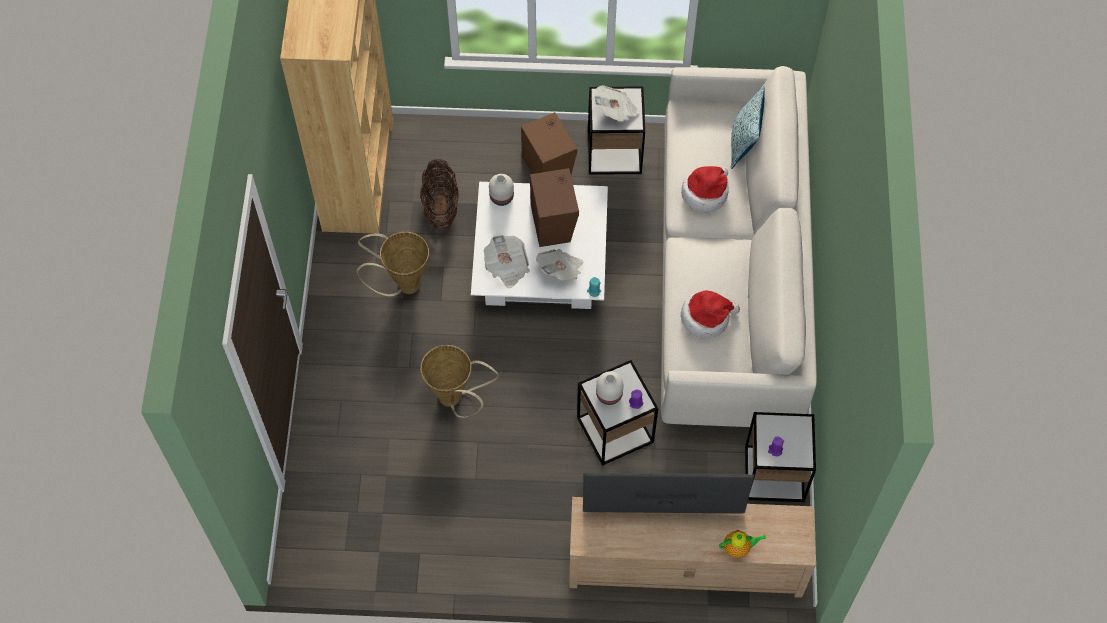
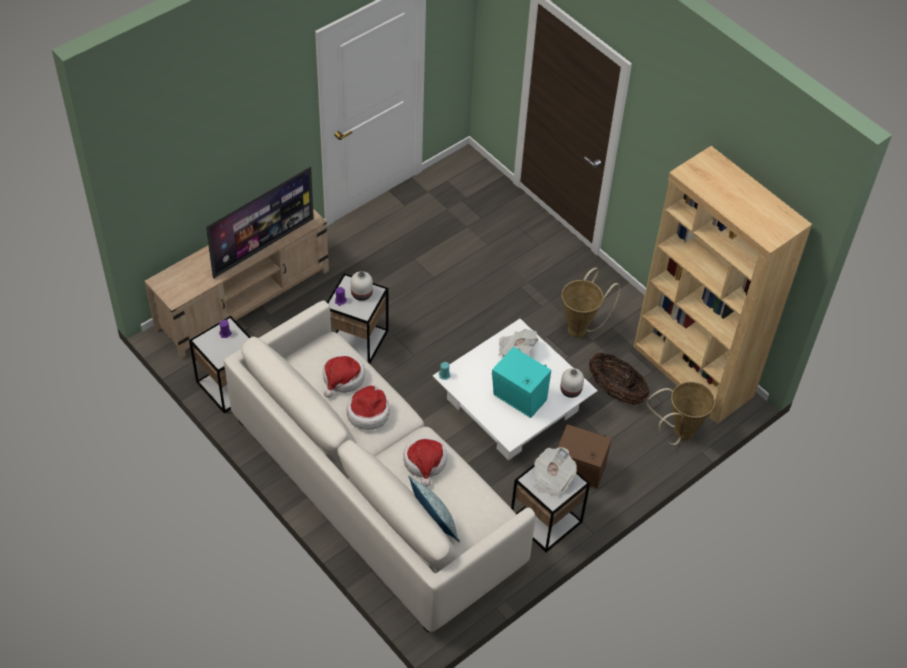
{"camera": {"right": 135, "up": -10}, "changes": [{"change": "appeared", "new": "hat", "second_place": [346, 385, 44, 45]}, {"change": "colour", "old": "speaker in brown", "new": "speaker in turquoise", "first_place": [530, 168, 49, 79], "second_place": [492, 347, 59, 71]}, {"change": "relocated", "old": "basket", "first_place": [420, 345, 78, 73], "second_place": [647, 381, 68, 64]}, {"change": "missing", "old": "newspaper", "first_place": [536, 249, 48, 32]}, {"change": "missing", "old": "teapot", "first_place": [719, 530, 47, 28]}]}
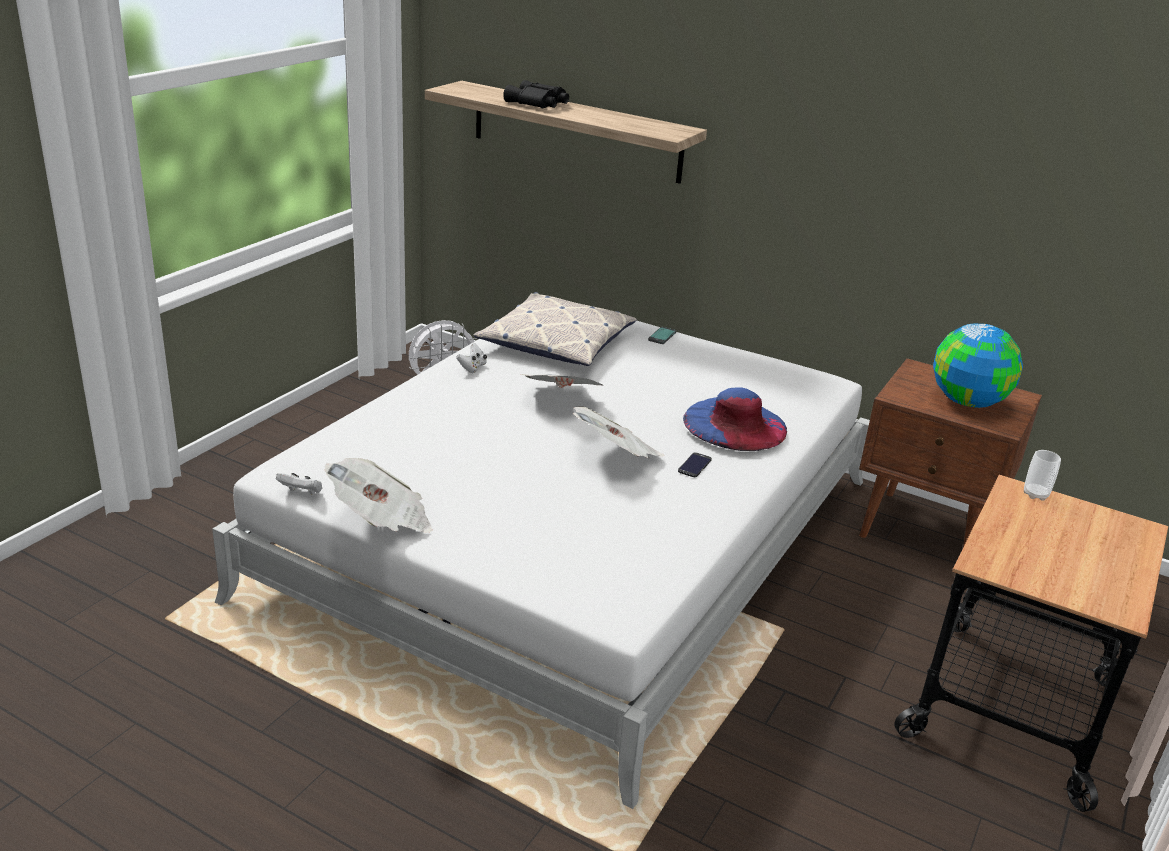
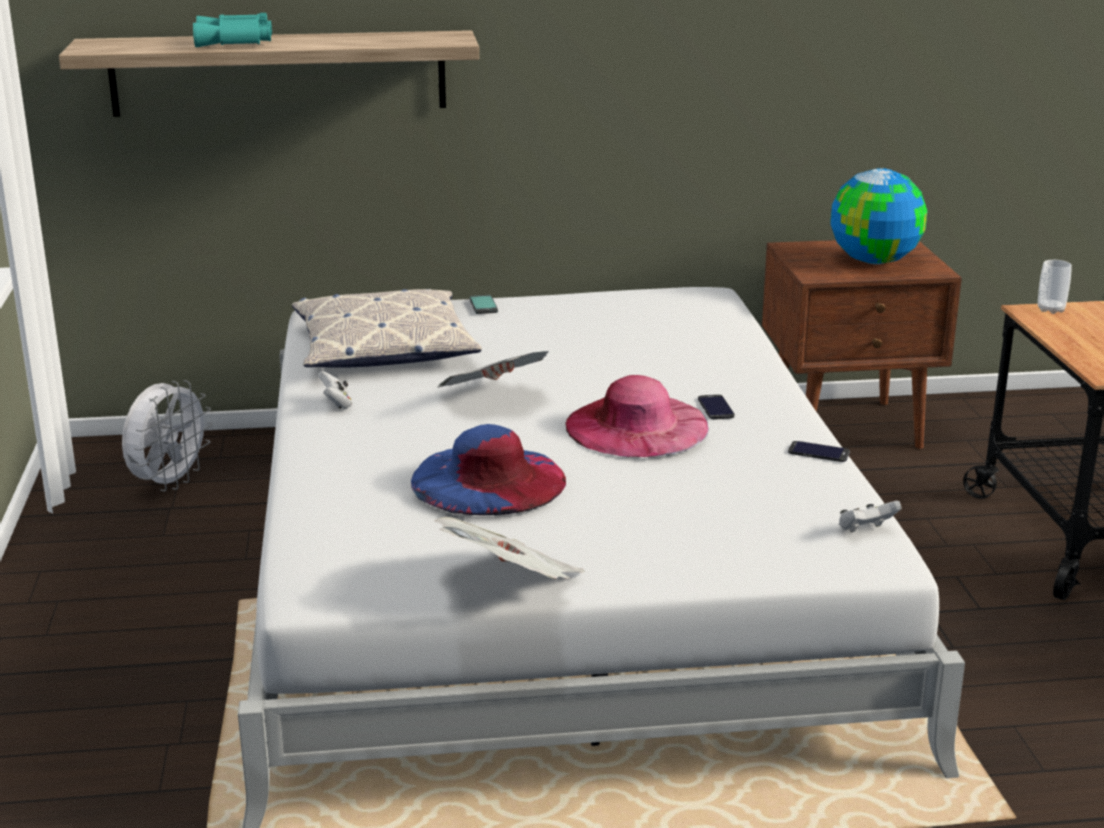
{"camera": {"right": -35, "up": -5}, "changes": [{"change": "colour", "old": "binoculars in black", "new": "binoculars in turquoise", "first_place": [503, 80, 66, 28], "second_place": [193, 13, 79, 34]}, {"change": "relocated", "old": "hat in blue", "first_place": [683, 387, 104, 64], "second_place": [411, 424, 155, 91]}, {"change": "exchanged", "old": "newspaper", "new": "hat in pink", "first_place": [572, 406, 92, 52], "second_place": [566, 375, 143, 82]}, {"change": "appeared", "new": "phone", "second_place": [788, 441, 62, 21]}, {"change": "relocated", "old": "game controller in white", "first_place": [276, 473, 46, 22], "second_place": [839, 501, 62, 31]}]}
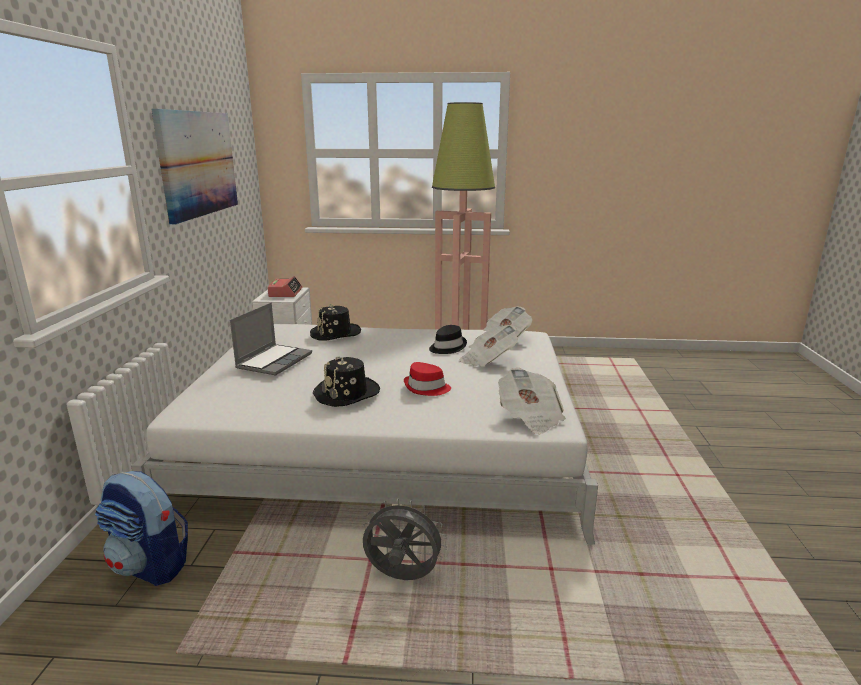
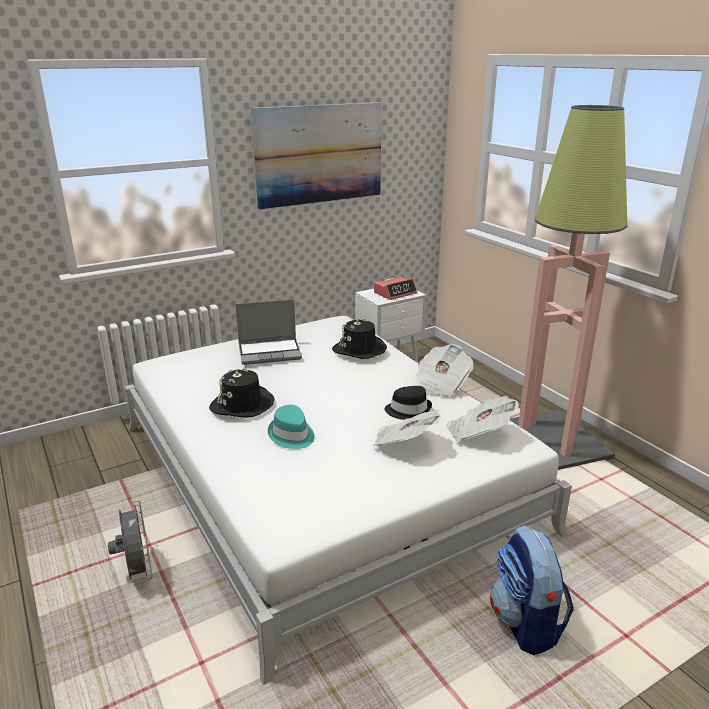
{"camera": {"right": 55, "up": 5}, "changes": [{"change": "colour", "old": "hat in red", "new": "hat in turquoise", "first_place": [404, 362, 47, 34], "second_place": [268, 405, 47, 44]}, {"change": "relocated", "old": "newspaper", "first_place": [498, 368, 68, 67], "second_place": [416, 344, 58, 52]}, {"change": "relocated", "old": "backpack", "first_place": [95, 471, 93, 115], "second_place": [490, 525, 84, 130]}]}
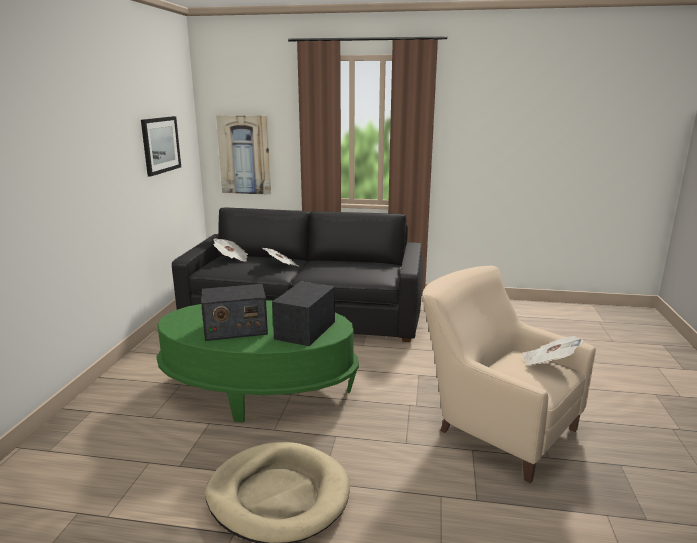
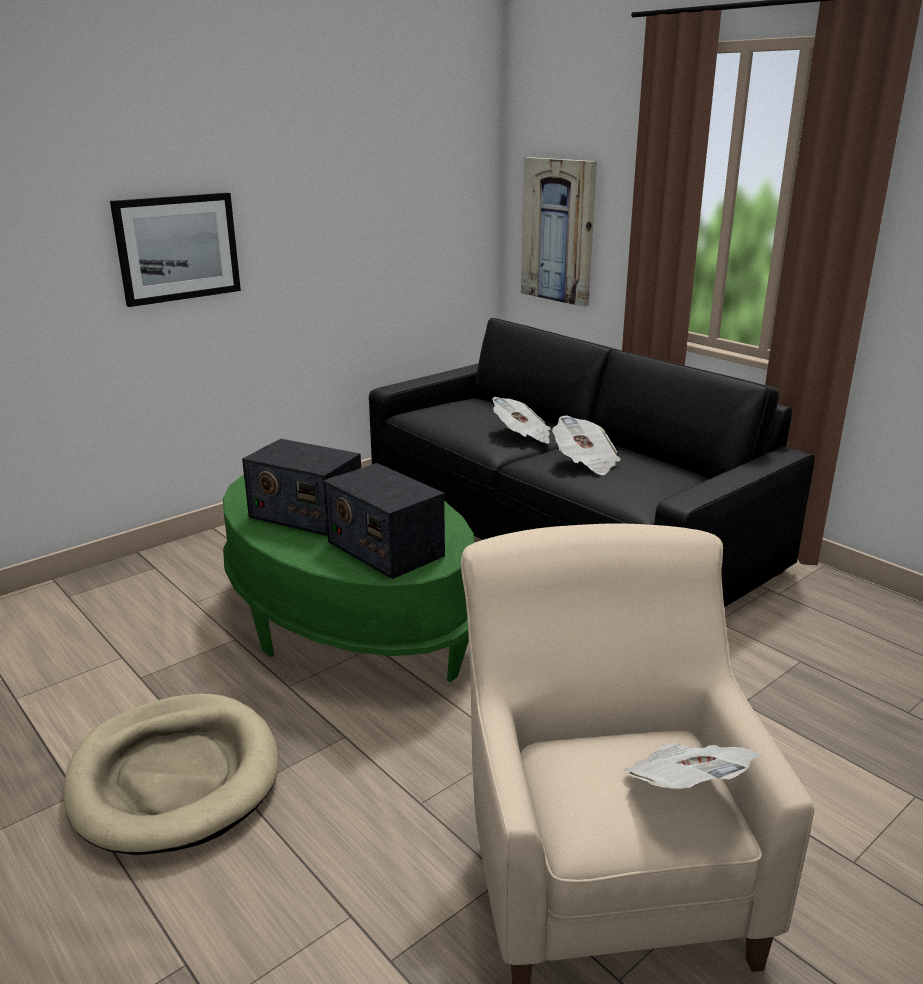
{"camera": {"right": 40, "up": 5}, "changes": [{"change": "relocated", "old": "picture", "first_place": [141, 116, 40, 60], "second_place": [110, 193, 131, 114]}, {"change": "spun", "old": "radio", "first_place": [272, 281, 63, 65], "second_place": [324, 463, 121, 116], "degrees": -105}, {"change": "relocated", "old": "newspaper", "first_place": [213, 239, 35, 23], "second_place": [552, 416, 69, 59]}]}
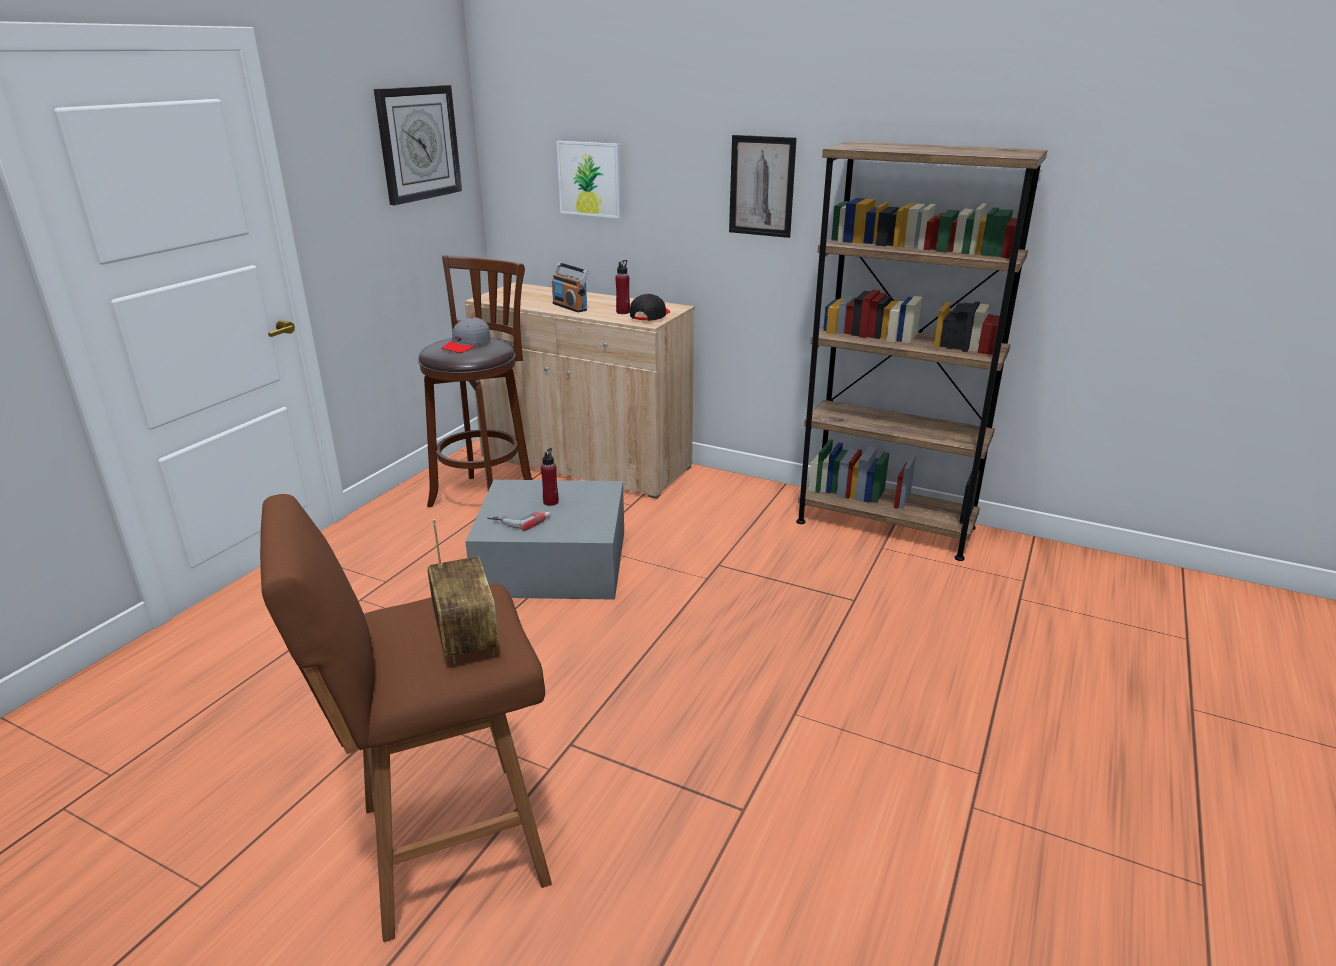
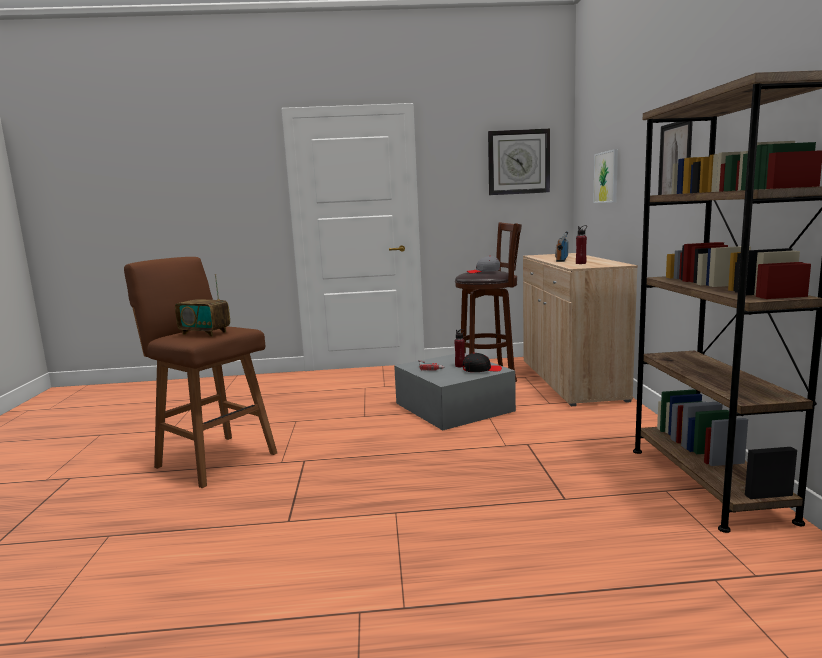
{"camera": {"right": 60, "up": -15}, "changes": [{"change": "spun", "old": "radio", "first_place": [427, 519, 72, 145], "second_place": [175, 274, 55, 63], "degrees": 75}, {"change": "relocated", "old": "cap in black", "first_place": [630, 294, 40, 27], "second_place": [463, 353, 39, 19]}]}
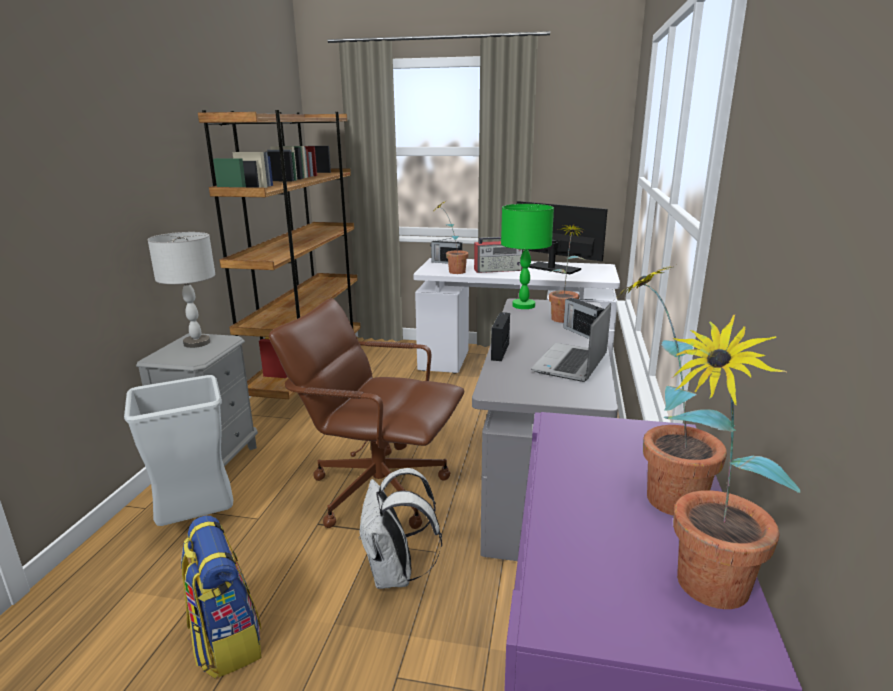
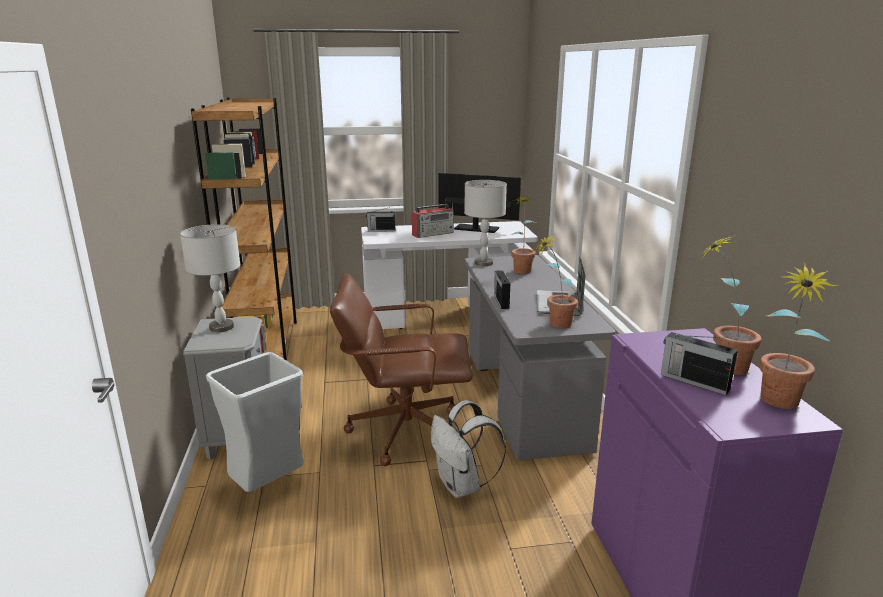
{"camera": {"right": -20, "up": 0}, "changes": [{"change": "colour", "old": "table lamp in green", "new": "table lamp in grey", "first_place": [501, 204, 53, 105], "second_place": [464, 180, 43, 86]}, {"change": "relocated", "old": "potted plant", "first_place": [433, 202, 36, 72], "second_place": [534, 235, 44, 93]}, {"change": "relocated", "old": "radio", "first_place": [563, 298, 41, 41], "second_place": [661, 332, 77, 63]}, {"change": "missing", "old": "backpack", "first_place": [181, 515, 81, 164]}]}
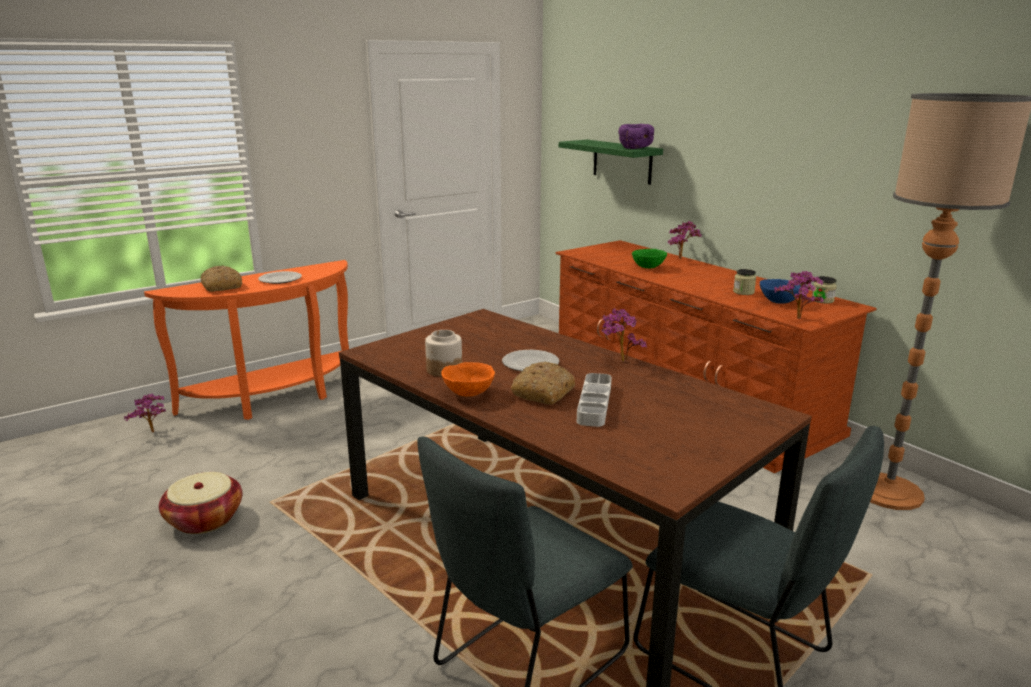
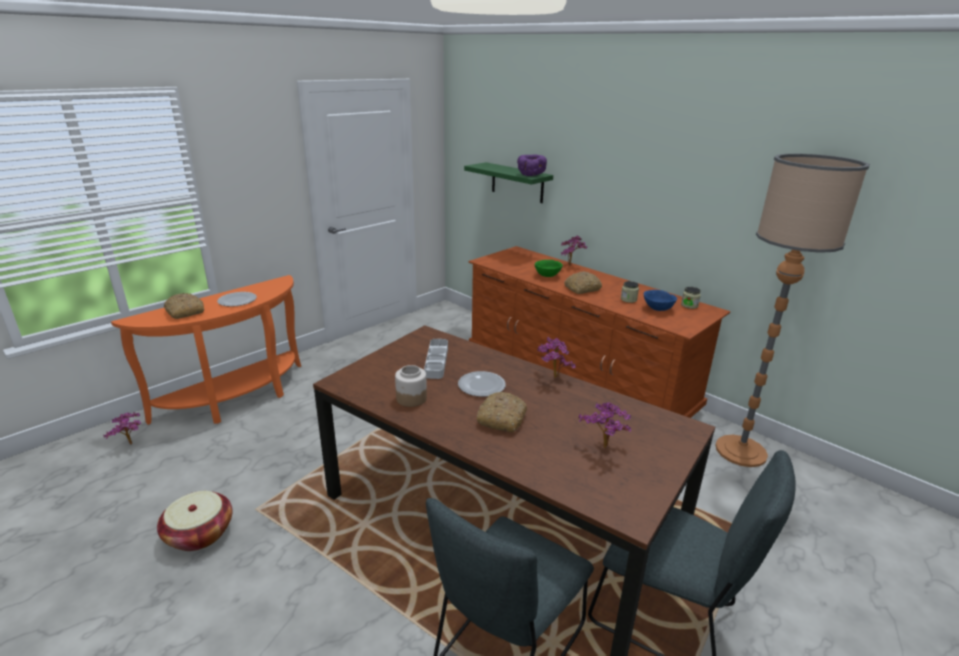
{"camera": {"right": -10, "up": 5}, "changes": [{"change": "relocated", "old": "tray in grey", "first_place": [577, 373, 35, 54], "second_place": [424, 339, 24, 40]}, {"change": "appeared", "new": "bread", "second_place": [564, 271, 38, 23]}, {"change": "relocated", "old": "potted plant", "first_place": [774, 271, 50, 48], "second_place": [578, 402, 53, 46]}, {"change": "missing", "old": "bowl in orange", "first_place": [441, 362, 54, 35]}]}
